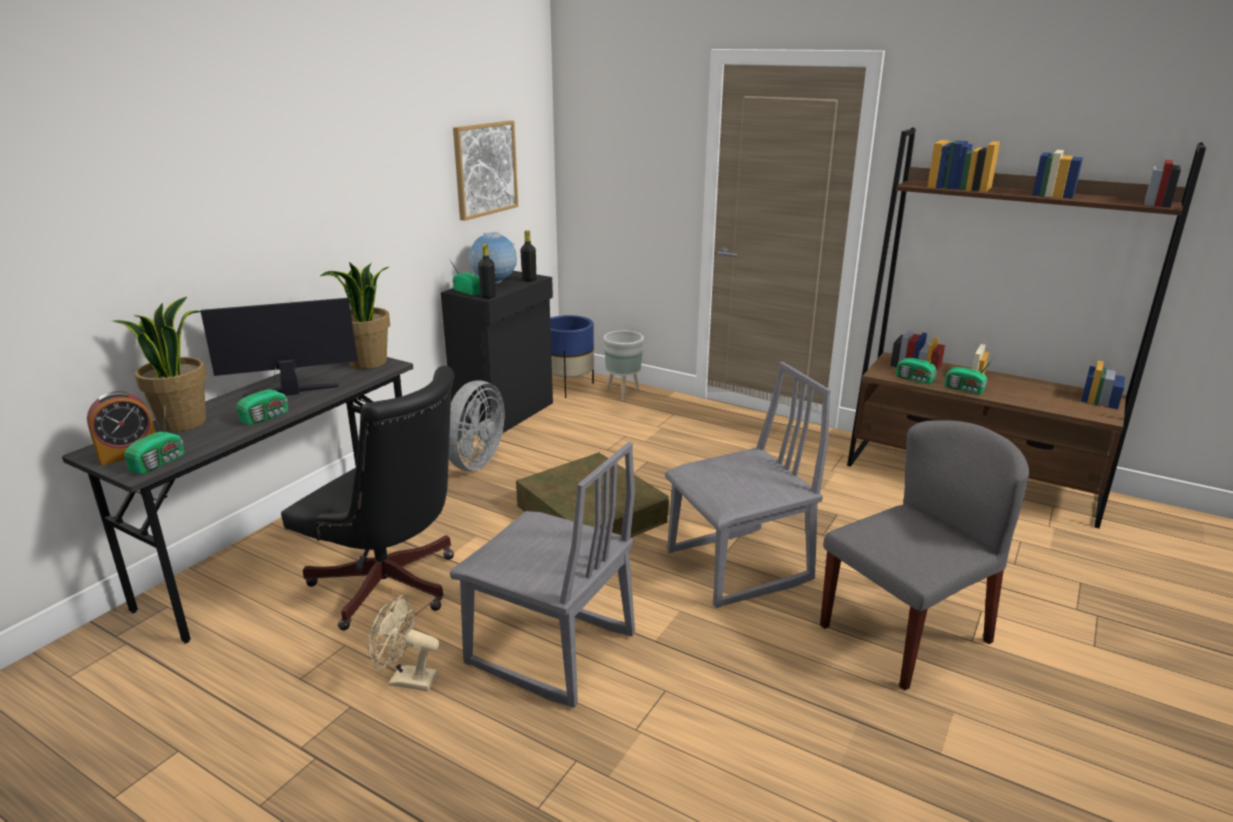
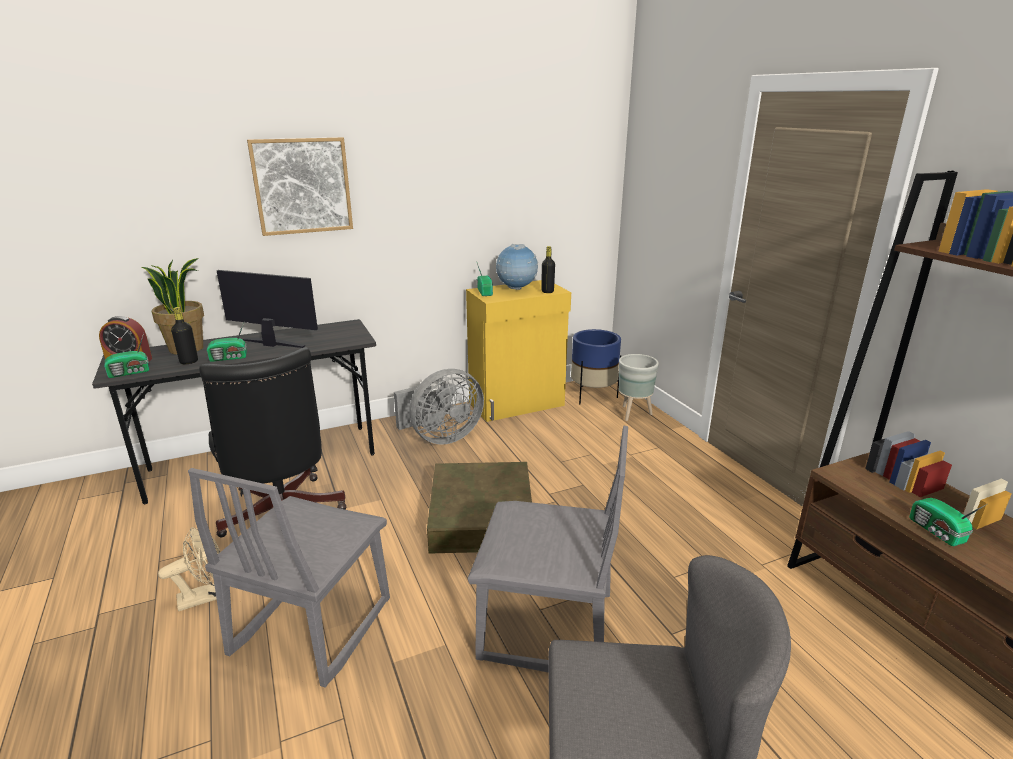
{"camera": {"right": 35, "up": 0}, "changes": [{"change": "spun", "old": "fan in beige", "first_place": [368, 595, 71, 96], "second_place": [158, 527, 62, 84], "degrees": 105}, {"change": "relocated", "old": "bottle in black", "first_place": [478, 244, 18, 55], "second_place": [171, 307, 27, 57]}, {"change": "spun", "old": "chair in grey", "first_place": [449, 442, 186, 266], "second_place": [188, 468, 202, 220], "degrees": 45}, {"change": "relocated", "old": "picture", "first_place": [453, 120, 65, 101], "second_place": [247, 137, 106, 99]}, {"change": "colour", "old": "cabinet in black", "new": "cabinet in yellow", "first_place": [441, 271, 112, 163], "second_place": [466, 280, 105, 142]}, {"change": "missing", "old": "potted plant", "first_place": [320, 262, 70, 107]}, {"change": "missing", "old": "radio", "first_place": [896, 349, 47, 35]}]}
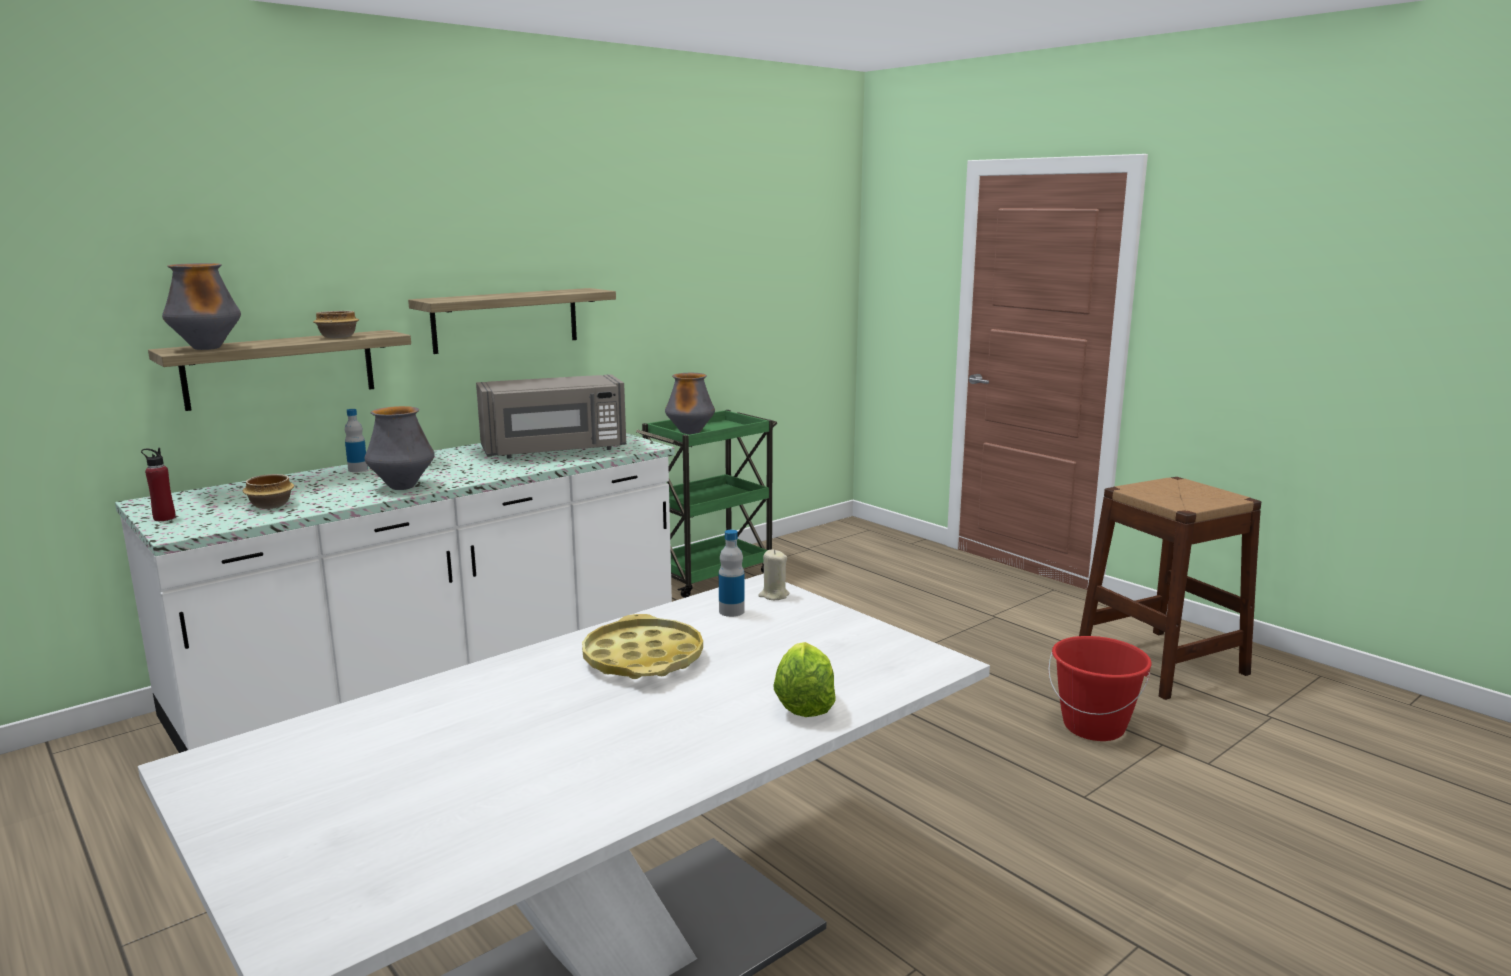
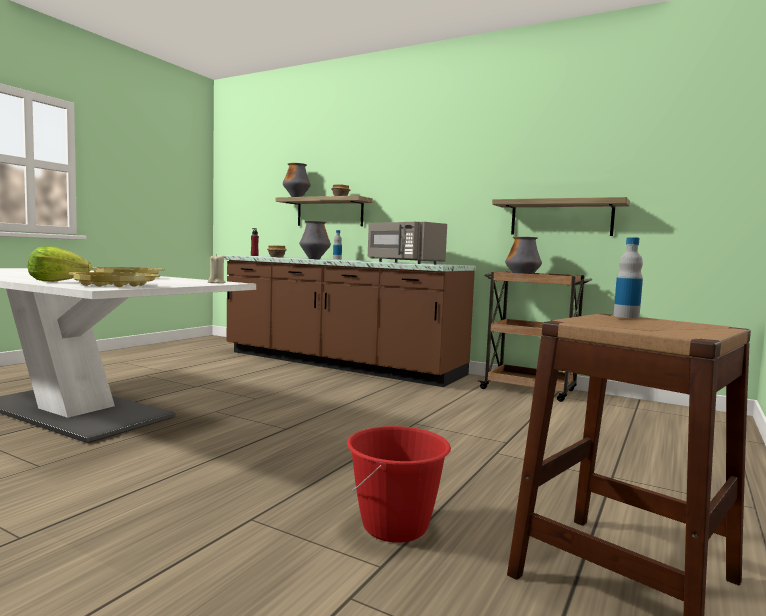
{"camera": {"right": 70, "up": -10}, "changes": [{"change": "appeared", "new": "tray in yellow", "second_place": [69, 272, 91, 15]}, {"change": "colour", "old": "counter in white", "new": "counter in brown", "first_place": [115, 433, 560, 320], "second_place": [223, 255, 253, 132]}, {"change": "colour", "old": "cart in green", "new": "cart in brown", "first_place": [636, 410, 141, 188], "second_place": [478, 271, 114, 131]}, {"change": "relocated", "old": "shelf", "first_place": [408, 288, 208, 66], "second_place": [492, 197, 138, 39]}, {"change": "relocated", "old": "bottle", "first_place": [719, 530, 25, 87], "second_place": [614, 237, 29, 81]}]}
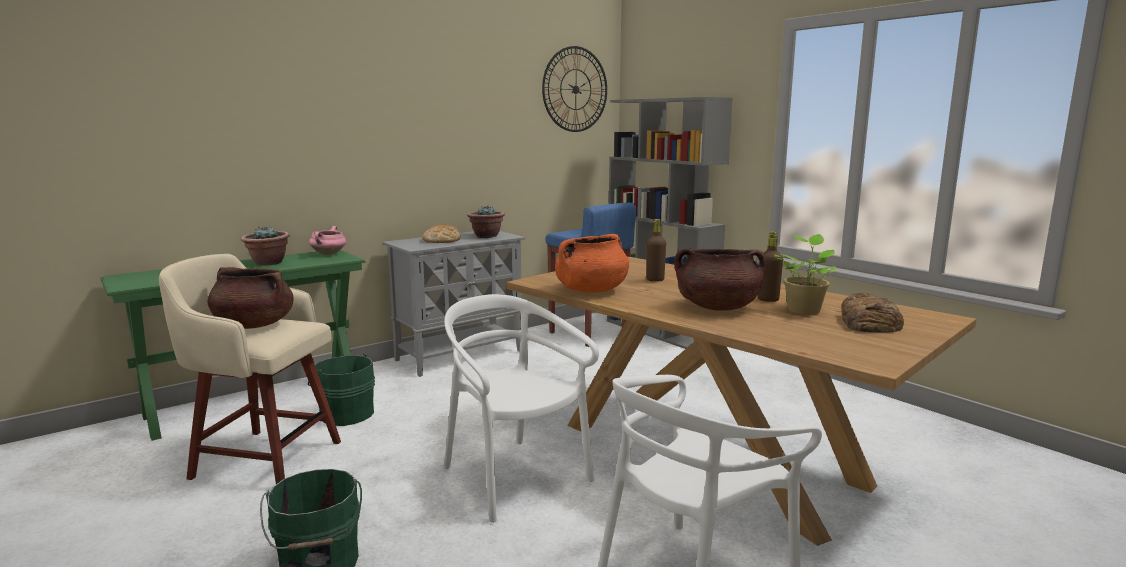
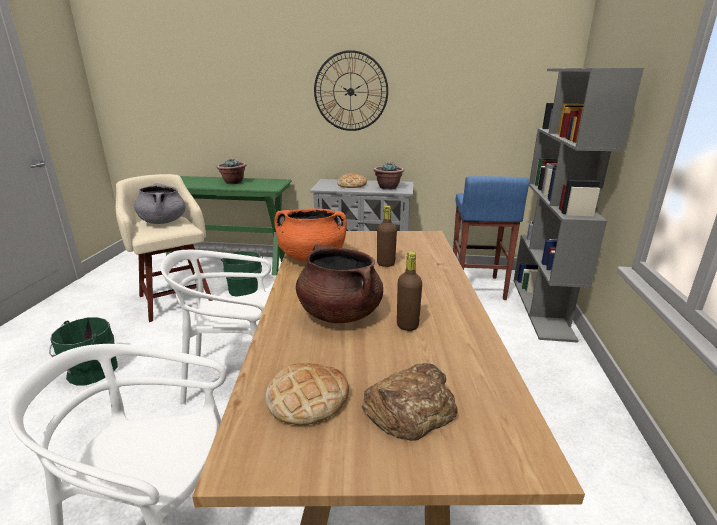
{"camera": {"right": 45, "up": 10}, "changes": [{"change": "colour", "old": "cooking pot in brown", "new": "cooking pot in grey", "first_place": [207, 267, 87, 62], "second_place": [134, 183, 52, 41]}, {"change": "spun", "old": "chair in white", "first_place": [444, 294, 155, 229], "second_place": [160, 250, 111, 154], "degrees": -105}, {"change": "appeared", "new": "bread", "second_place": [265, 363, 84, 62]}, {"change": "relocated", "old": "wall clock", "first_place": [542, 46, 65, 86], "second_place": [314, 50, 74, 81]}, {"change": "missing", "old": "cooking pot in pink", "first_place": [309, 226, 37, 29]}, {"change": "missing", "old": "potted plant", "first_place": [775, 234, 61, 81]}]}
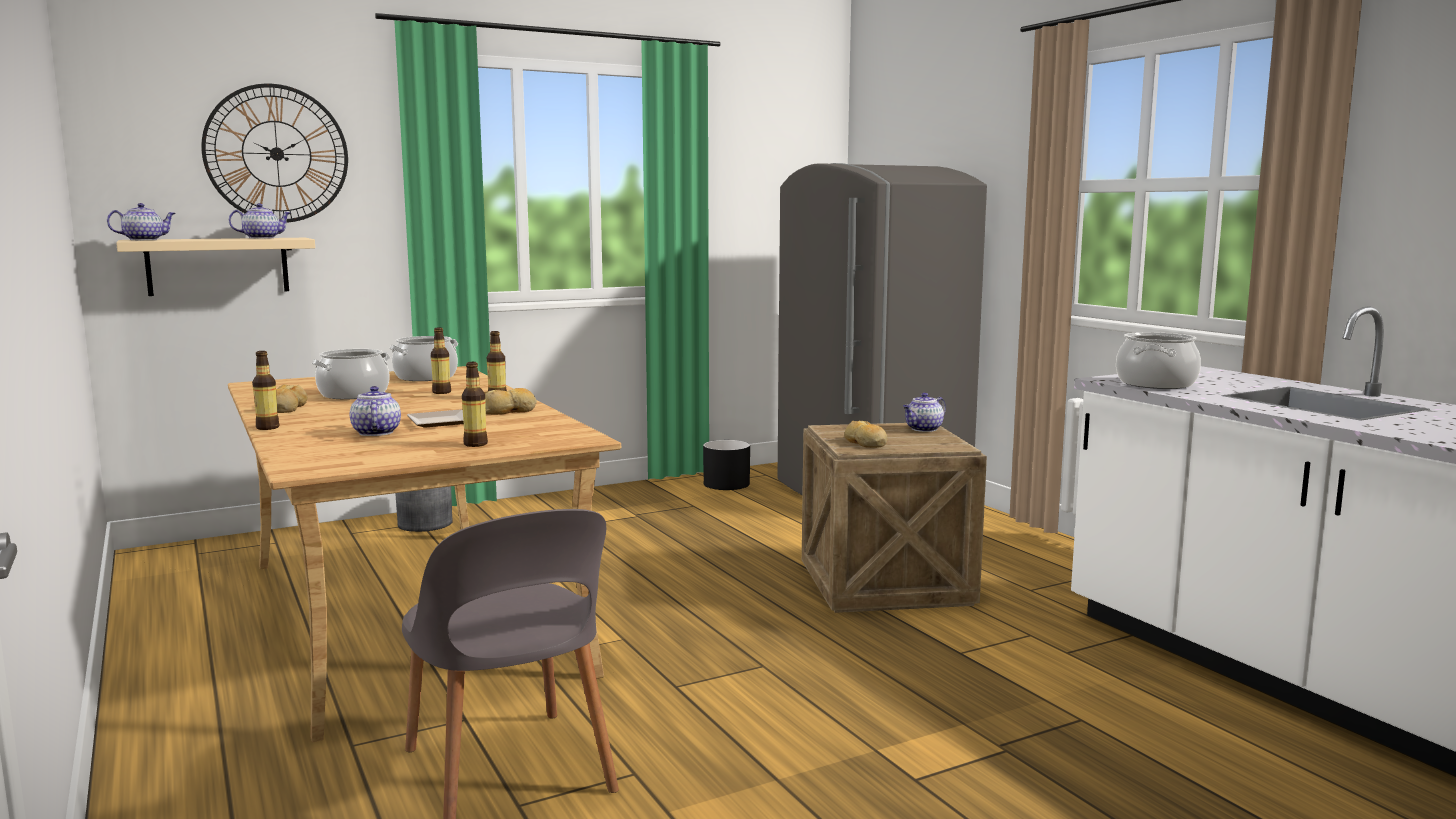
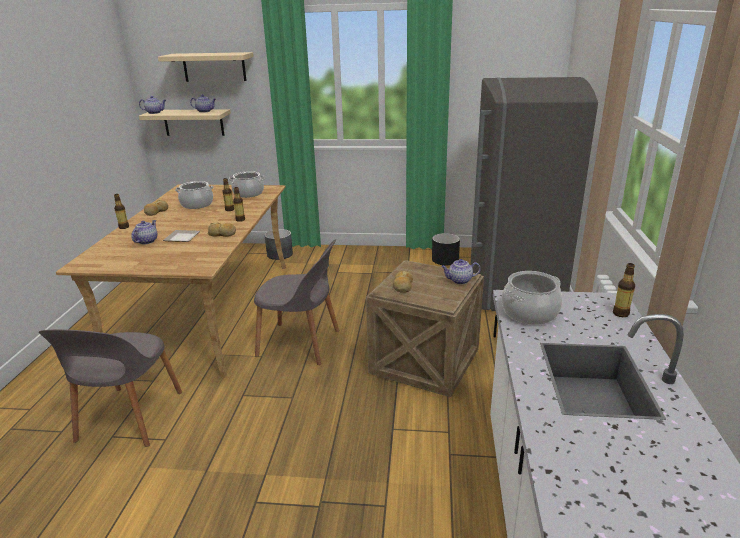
{"camera": {"right": 35, "up": 15}, "changes": [{"change": "exchanged", "old": "wall clock", "new": "shelf in beige", "first_place": [201, 84, 147, 139], "second_place": [158, 52, 96, 30]}, {"change": "appeared", "new": "chair in grey", "second_place": [254, 239, 85, 126]}, {"change": "relocated", "old": "bottle", "first_place": [462, 362, 26, 85], "second_place": [613, 263, 22, 54]}]}
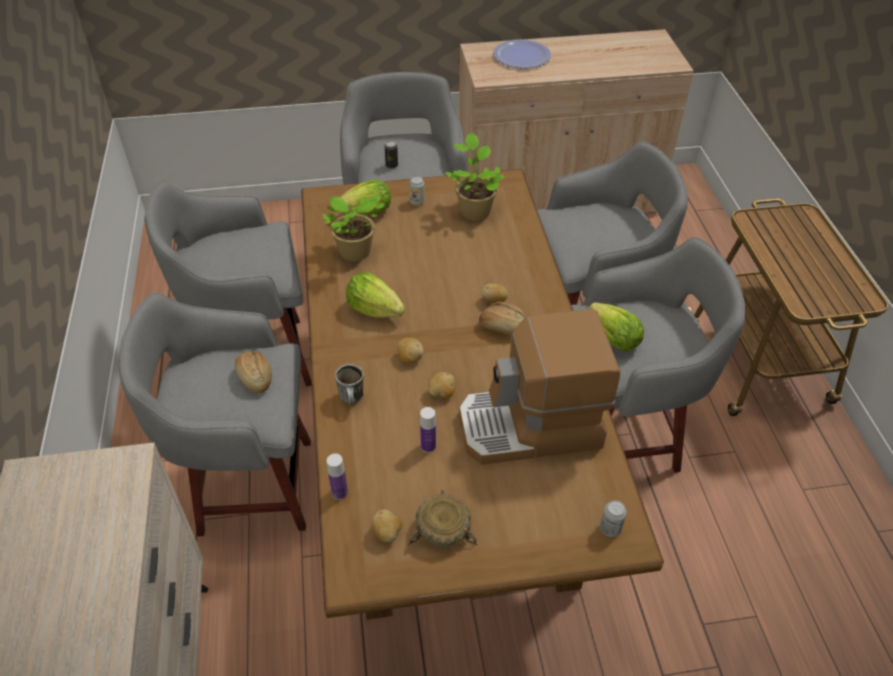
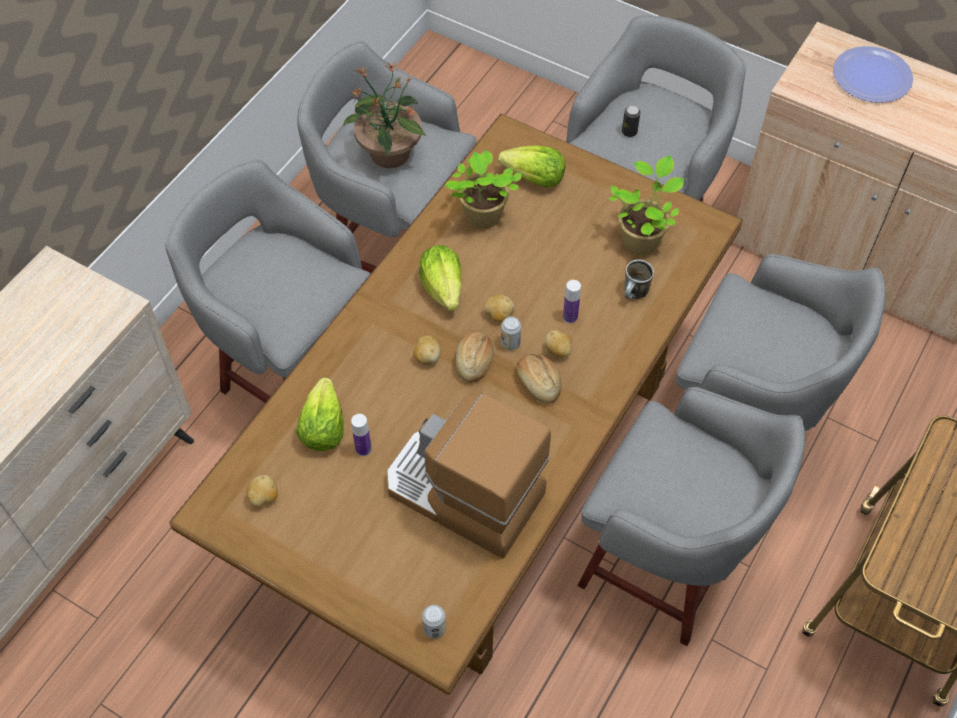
{"camera": {"right": 40, "up": 10}, "changes": [{"change": "relocated", "old": "lettuce", "first_place": [589, 302, 55, 50], "second_place": [296, 378, 48, 73]}, {"change": "appeared", "new": "potted plant", "second_place": [344, 62, 82, 106]}, {"change": "relocated", "old": "bread", "first_place": [235, 351, 37, 42], "second_place": [455, 331, 39, 52]}, {"change": "relocated", "old": "potato", "first_place": [428, 372, 28, 26], "second_place": [484, 294, 30, 28]}, {"change": "relocated", "old": "can", "first_place": [409, 176, 16, 30], "second_place": [501, 316, 20, 34]}, {"change": "relocated", "old": "bottle", "first_place": [327, 454, 21, 46], "second_place": [563, 280, 18, 43]}, {"change": "relocated", "old": "mug", "first_place": [335, 364, 29, 41], "second_place": [624, 260, 30, 39]}, {"change": "missing", "old": "bowl in beige", "first_place": [408, 490, 69, 57]}]}
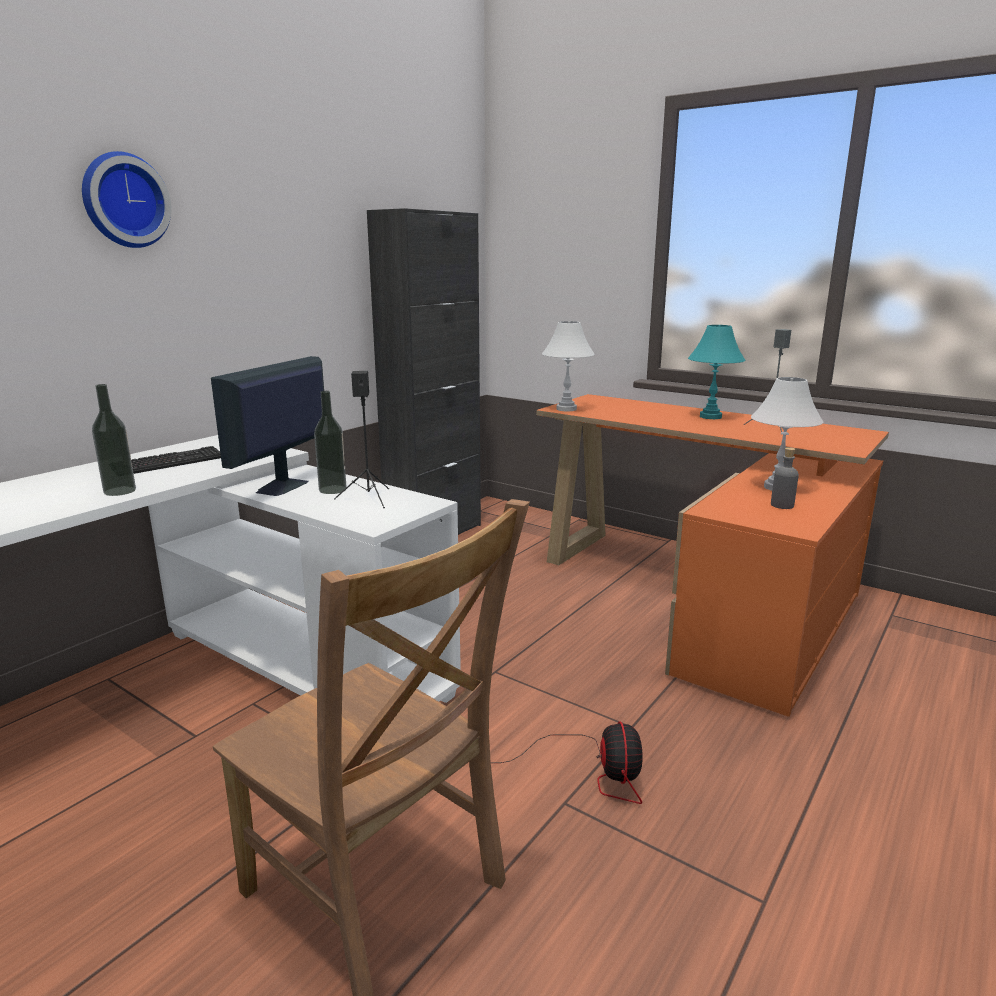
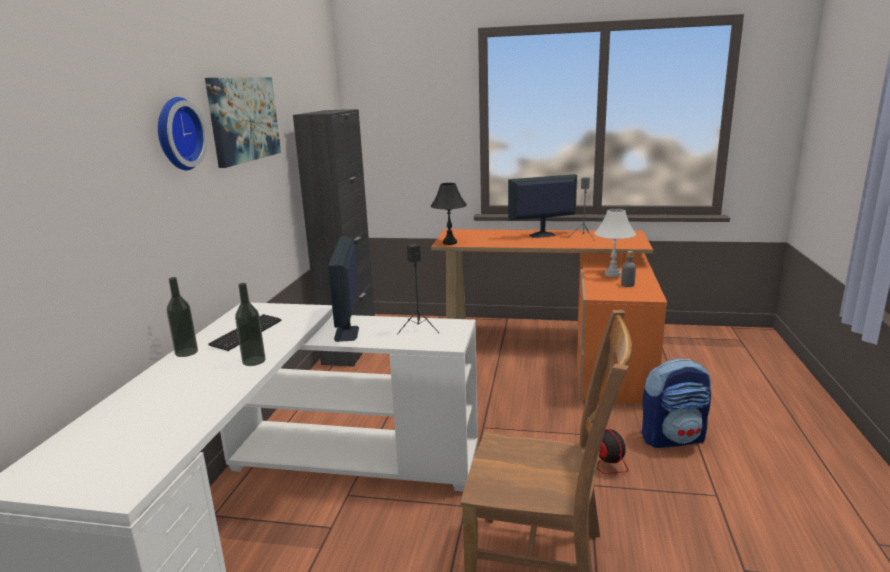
{"camera": {"right": -25, "up": 0}, "changes": [{"change": "relocated", "old": "bottle", "first_place": [314, 391, 33, 103], "second_place": [167, 277, 31, 80]}, {"change": "appeared", "new": "picture", "second_place": [205, 77, 76, 91]}, {"change": "colour", "old": "table lamp in white", "new": "table lamp in black", "first_place": [542, 321, 53, 90], "second_place": [431, 183, 36, 62]}, {"change": "exchanged", "old": "table lamp in turquoise", "new": "monitor", "first_place": [688, 325, 57, 94], "second_place": [508, 174, 69, 64]}, {"change": "appeared", "new": "backpack", "second_place": [642, 358, 69, 90]}]}
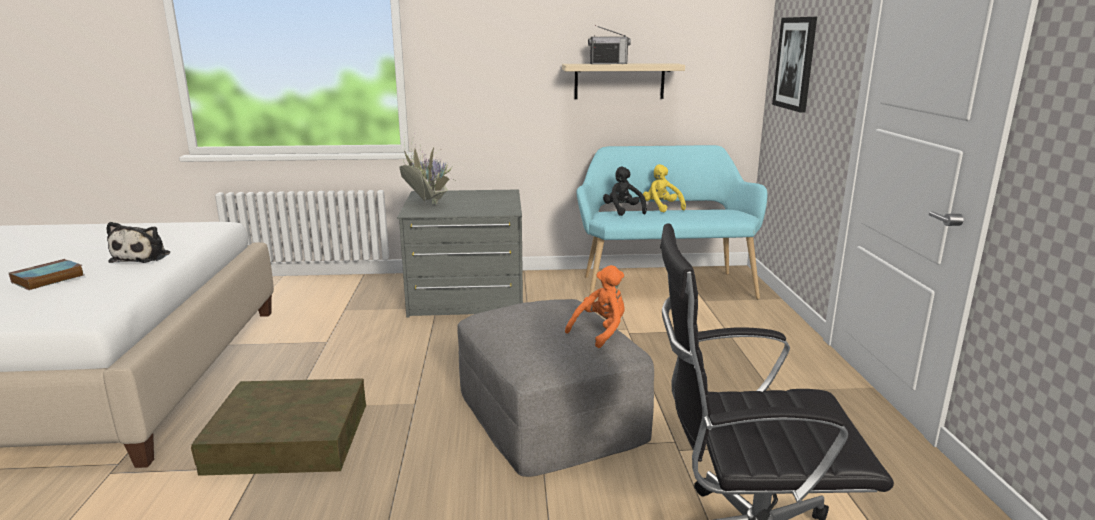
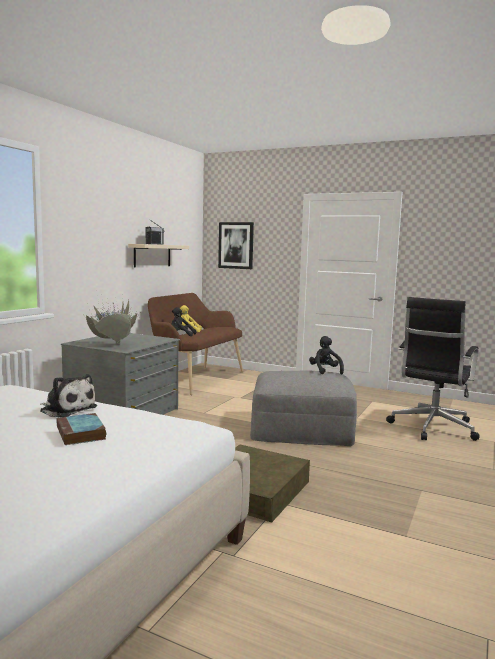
{"camera": {"right": -60, "up": -10}, "changes": [{"change": "colour", "old": "bench in turquoise", "new": "bench in brown", "first_place": [576, 145, 192, 154], "second_place": [148, 293, 95, 102]}, {"change": "colour", "old": "plush toy in orange", "new": "plush toy in black", "first_place": [565, 265, 60, 83], "second_place": [309, 336, 35, 38]}]}
